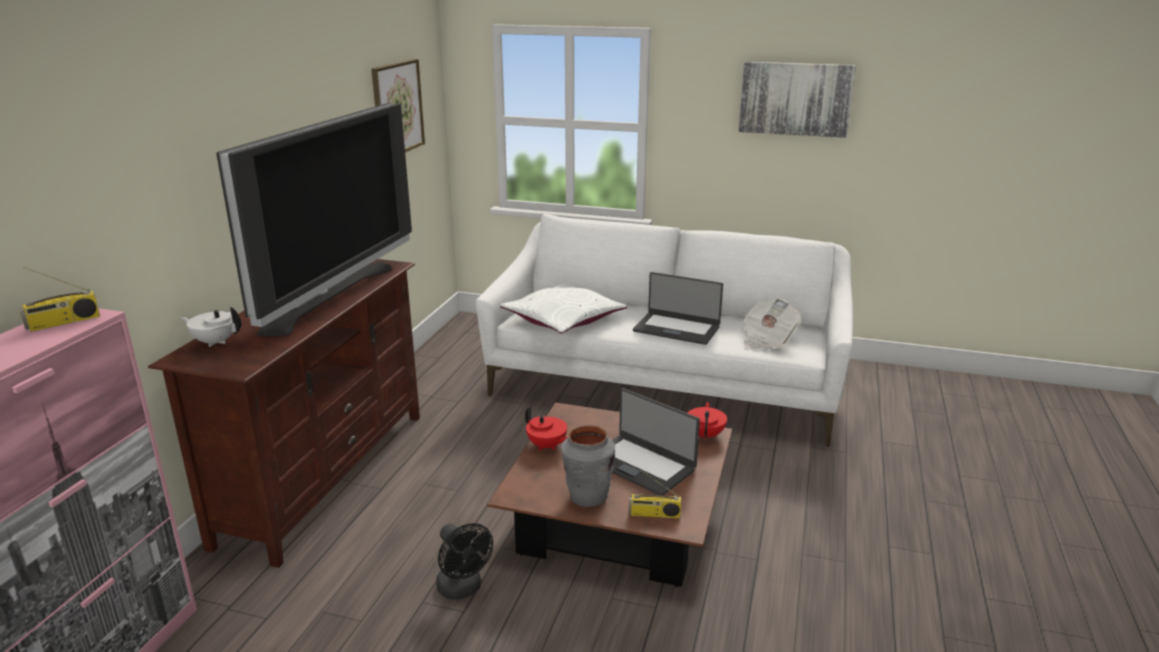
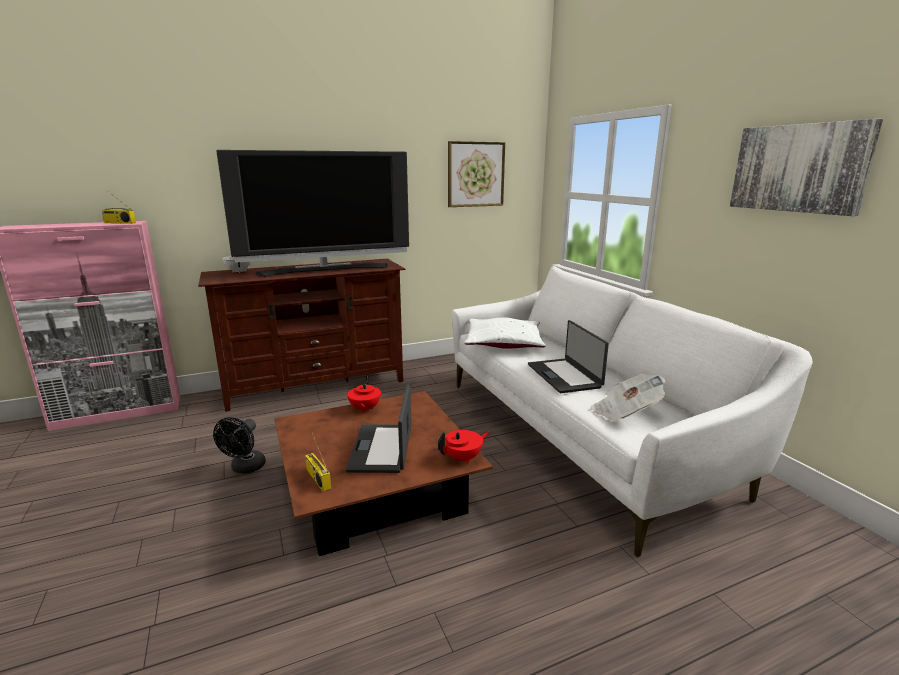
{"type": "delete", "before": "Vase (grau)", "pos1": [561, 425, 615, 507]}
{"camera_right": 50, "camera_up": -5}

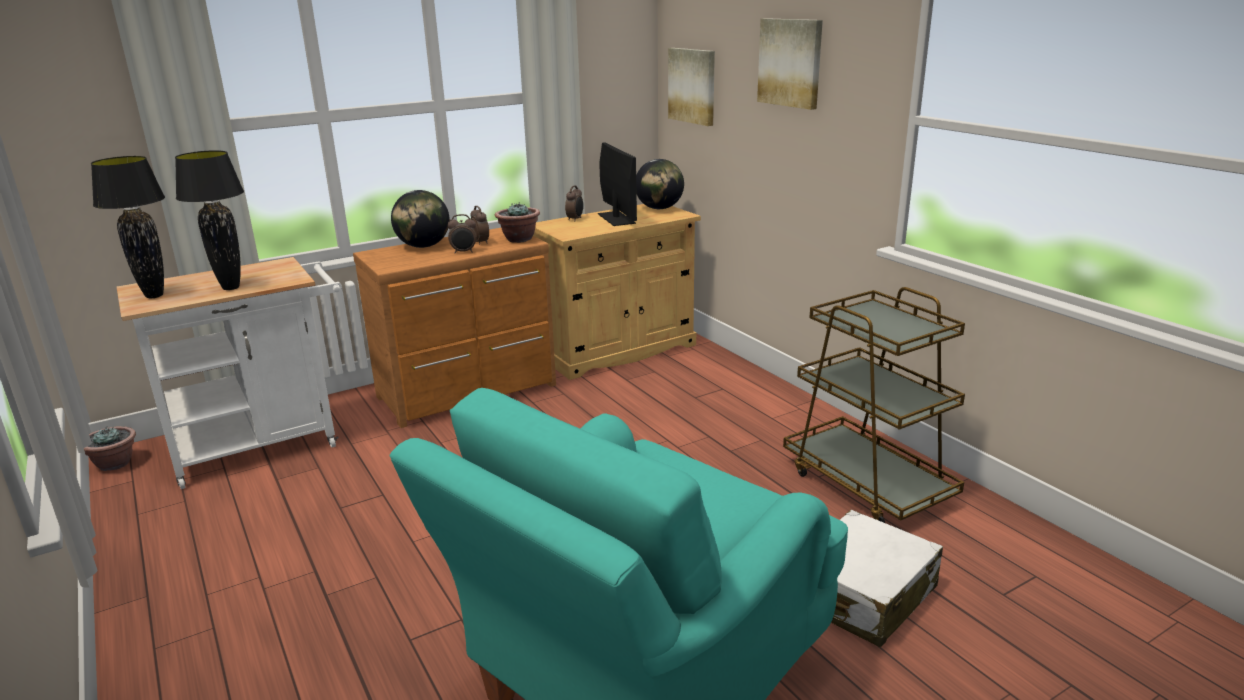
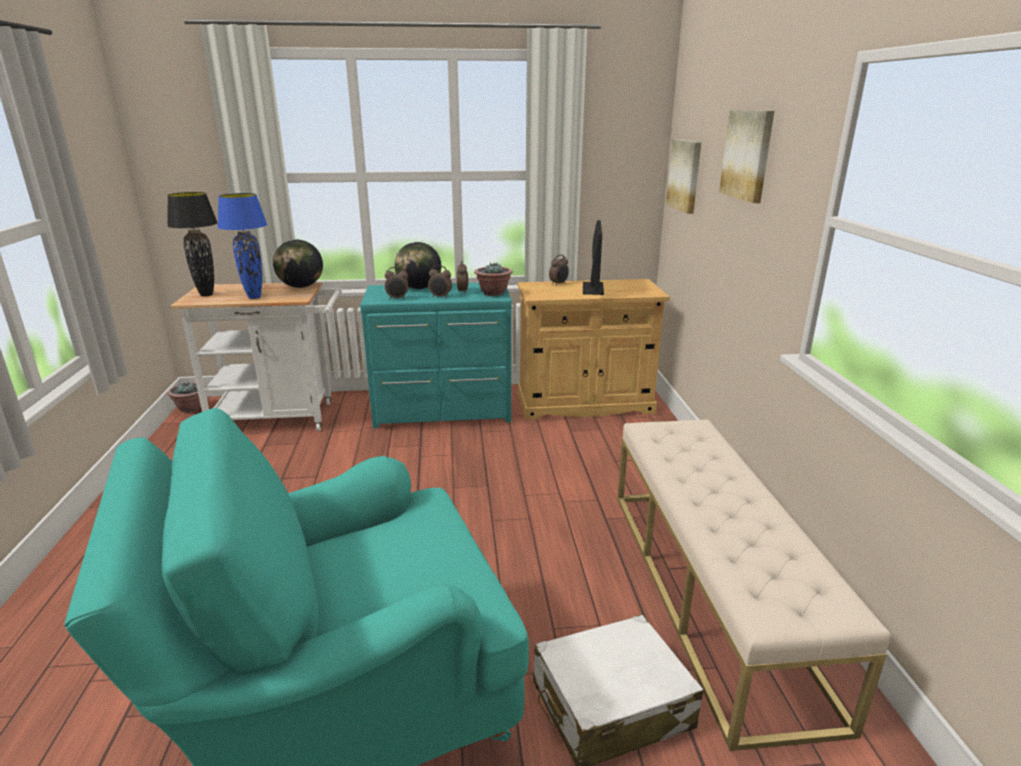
{"type": "insert", "after": "Wecker", "pos2": [385, 267, 408, 299]}
{"type": "move", "before": "Globus", "pos1": [636, 159, 684, 209], "pos2": [273, 240, 323, 288]}
{"type": "replace", "before": "Rollwagen (braun)", "after": "Bank (beige)", "pos1": [783, 287, 965, 523], "pos2": [617, 419, 891, 751]}
{"type": "recolor", "before": "Tischlampe (schwarz)", "after": "Tischlampe (blau)", "pos1": [175, 150, 244, 290], "pos2": [218, 193, 267, 299]}
{"type": "recolor", "before": "Kommode (braun)", "after": "Kommode (türkis)", "pos1": [353, 228, 556, 428], "pos2": [360, 283, 512, 428]}
{"camera_right": 25, "camera_up": 0}

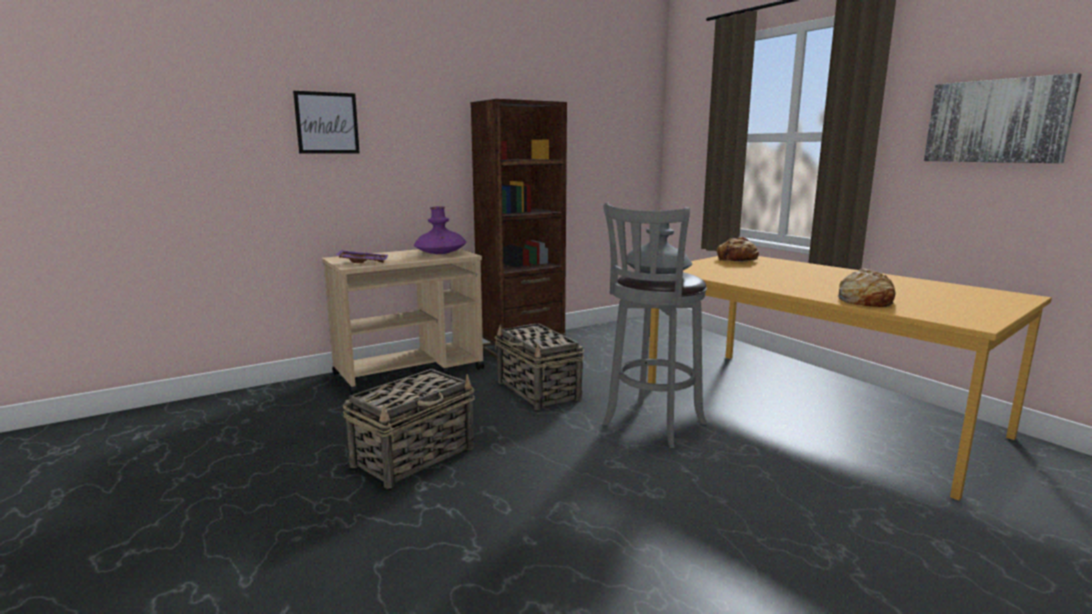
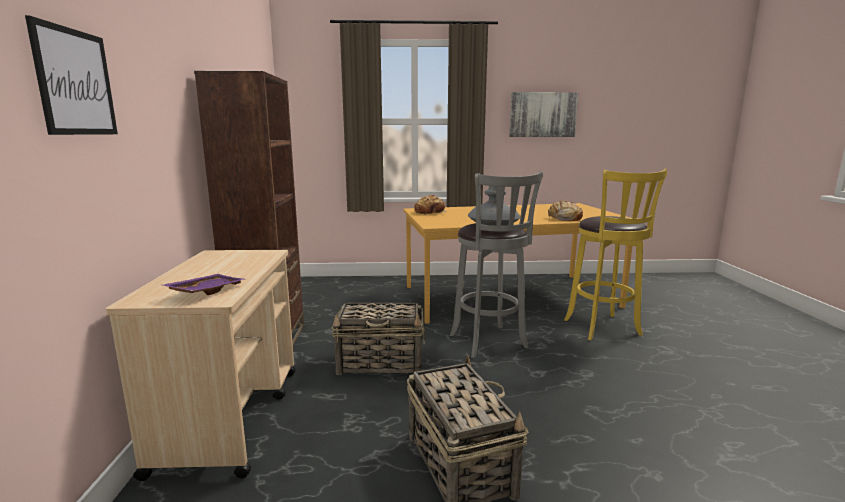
{"type": "delete", "before": "Vase (lila)", "pos1": [414, 206, 467, 254]}
{"type": "insert", "after": "Hocker (gelb)", "pos2": [564, 169, 668, 340]}
{"camera_right": -60, "camera_up": 0}

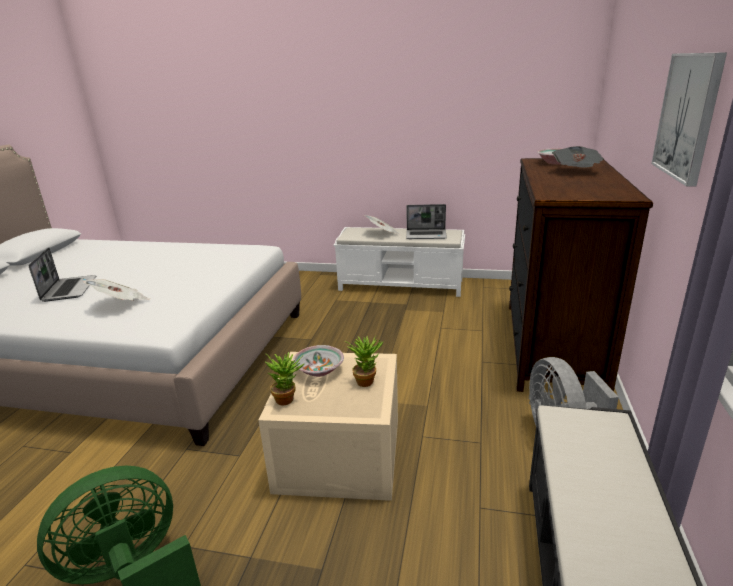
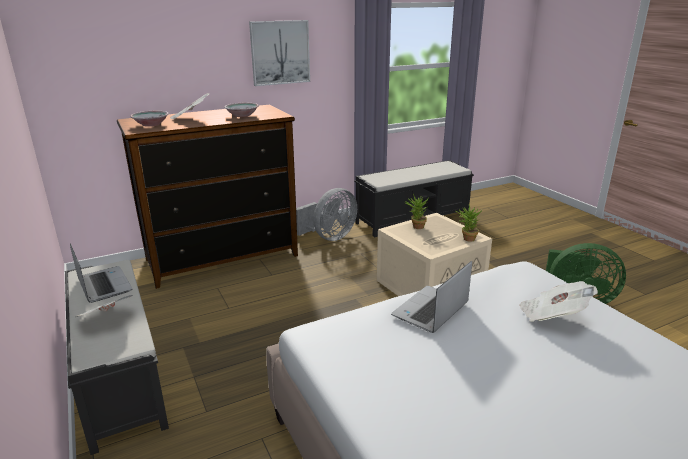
{"type": "move", "before": "Laptop", "pos1": [28, 247, 96, 302], "pos2": [391, 261, 472, 333]}
{"type": "move", "before": "Schüssel", "pos1": [293, 345, 344, 377], "pos2": [224, 102, 259, 117]}
{"type": "recolor", "before": "Bank (weiß)", "after": "Bank (schwarz)", "pos1": [334, 227, 465, 297], "pos2": [65, 260, 169, 455]}
{"camera_right": -130, "camera_up": 0}

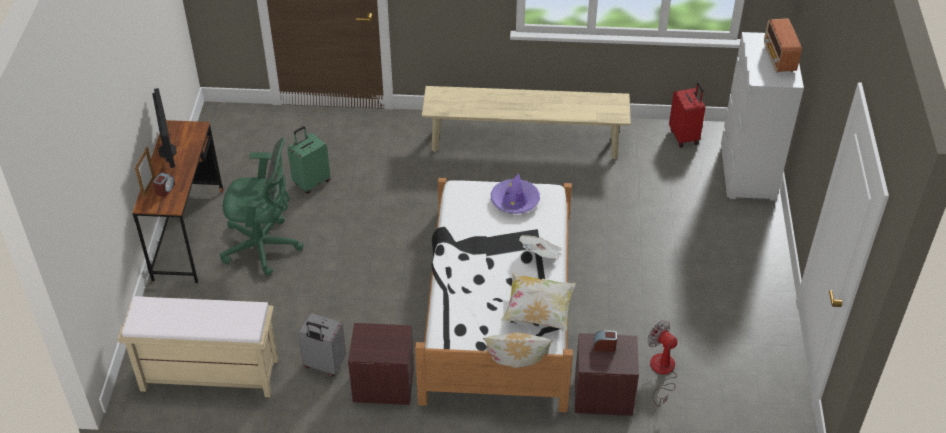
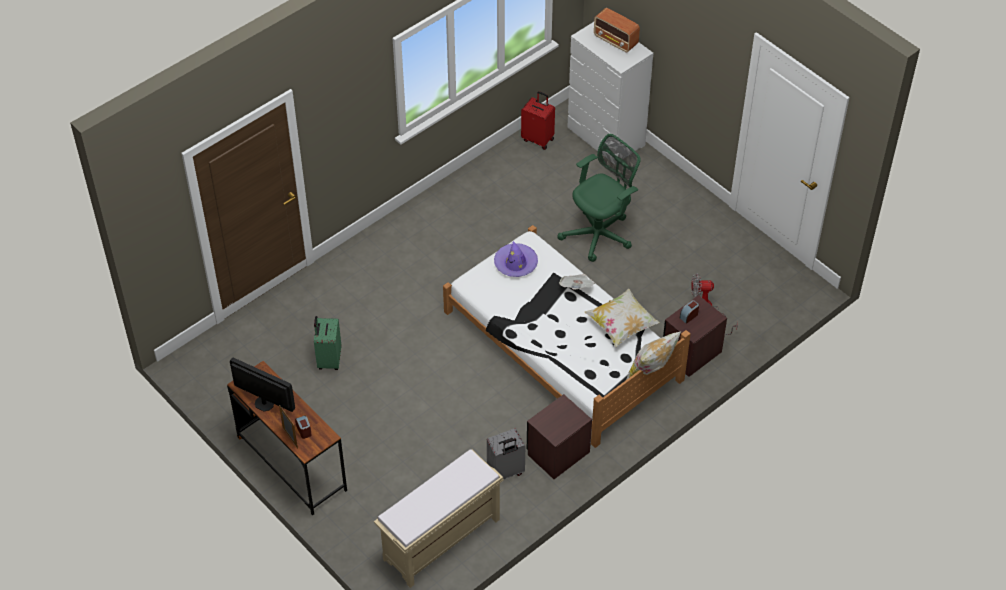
{"type": "delete", "before": "Bank (beige)", "pos1": [422, 86, 631, 159]}
{"type": "move", "before": "Bürostuhl (grün)", "pos1": [220, 138, 304, 276], "pos2": [557, 134, 641, 262]}
{"camera_right": -45, "camera_up": 5}

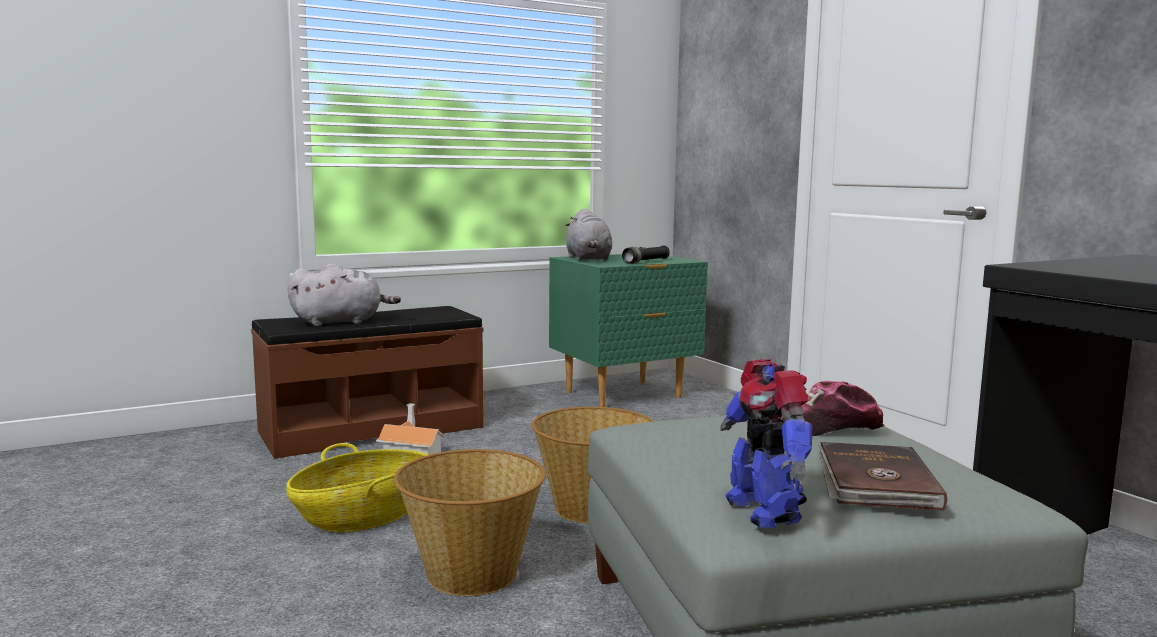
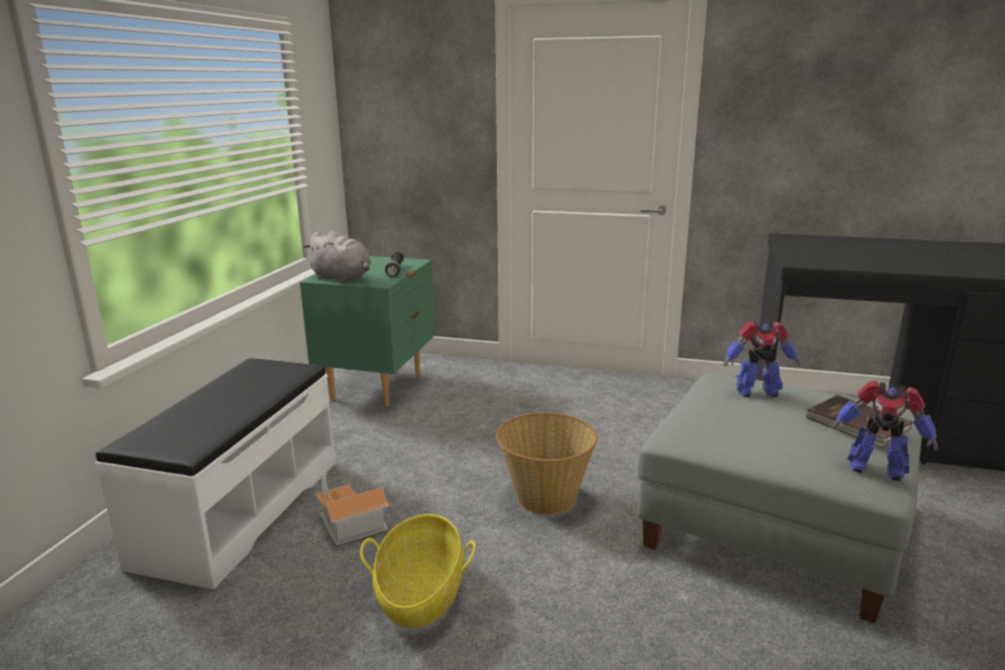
{"type": "delete", "before": "Plüschtier (grau)", "pos1": [288, 263, 401, 327]}
{"type": "delete", "before": "Korb", "pos1": [394, 449, 546, 596]}
{"type": "replace", "before": "Kappe", "after": "Spielzeugroboter", "pos1": [780, 381, 885, 436], "pos2": [723, 321, 800, 397]}
{"type": "recolor", "before": "Bank (braun)", "after": "Bank (weiß)", "pos1": [251, 306, 483, 459], "pos2": [95, 358, 335, 589]}
{"camera_right": -45, "camera_up": 10}

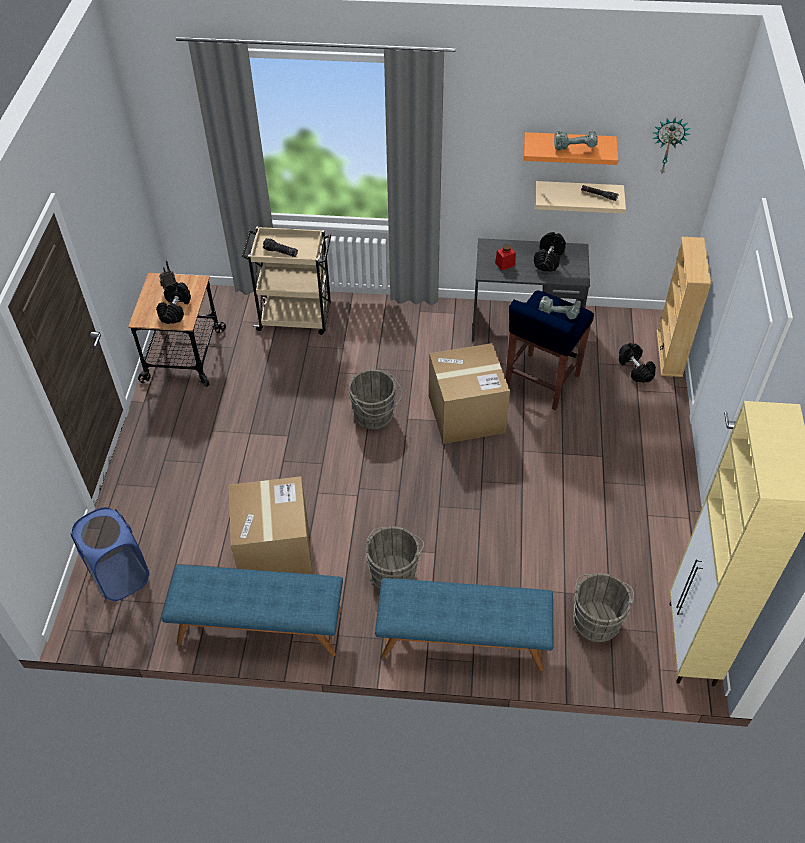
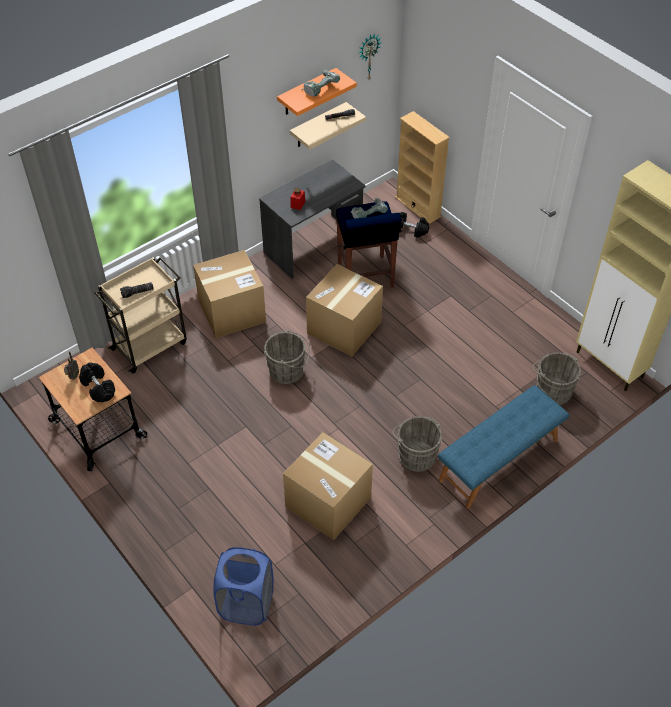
{"type": "delete", "before": "Bank (blau)", "pos1": [161, 565, 343, 657]}
{"type": "delete", "before": "Hantel (schwarz)", "pos1": [534, 232, 566, 272]}
{"type": "insert", "after": "Karton", "pos2": [193, 250, 266, 338]}
{"camera_right": -45, "camera_up": 0}

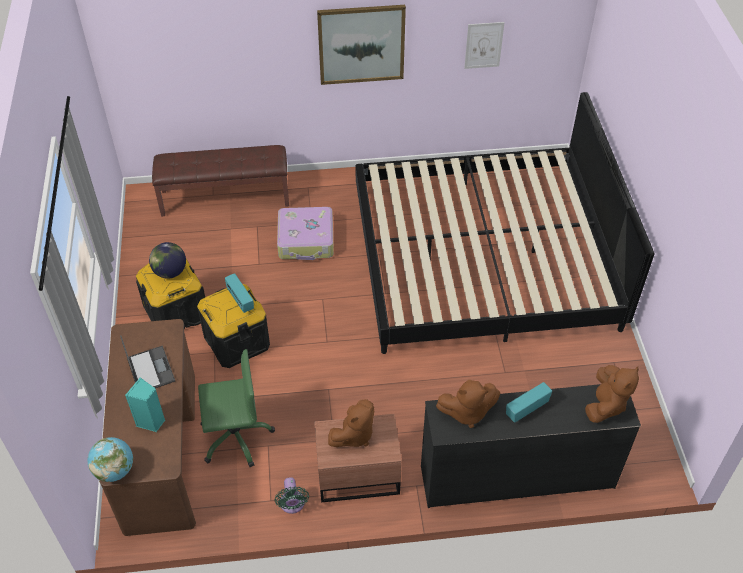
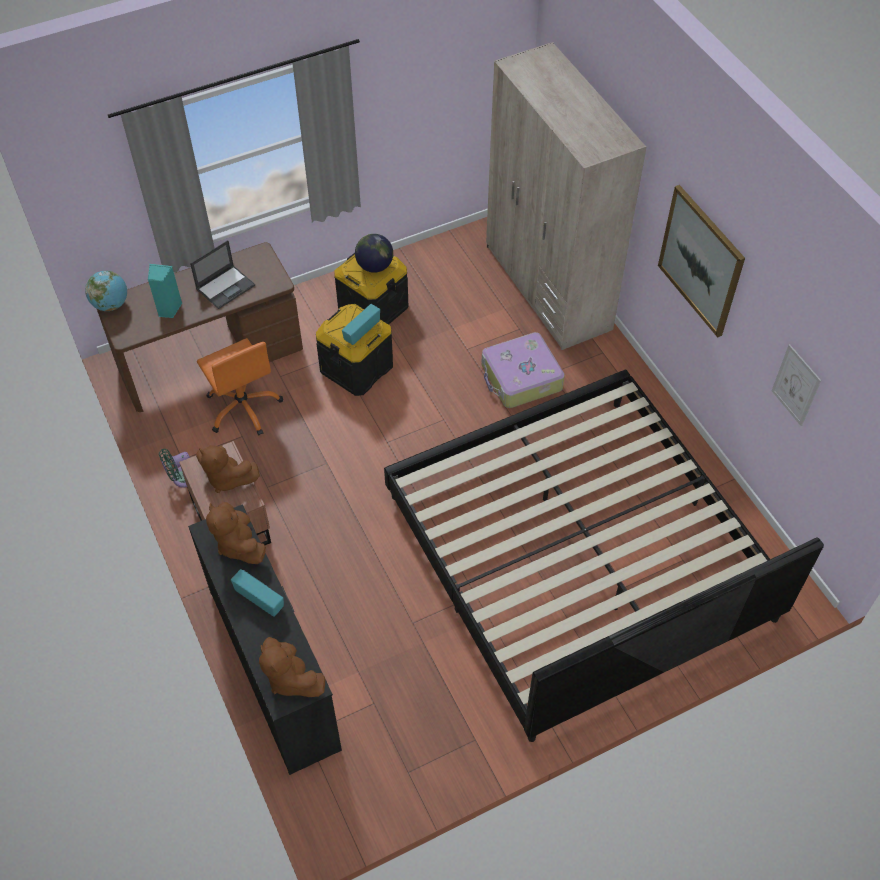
{"type": "replace", "before": "Bank (braun)", "after": "Kleiderschrank (beige)", "pos1": [152, 145, 289, 216], "pos2": [486, 42, 647, 350]}
{"type": "recolor", "before": "Bürostuhl (grün)", "after": "Bürostuhl (orange)", "pos1": [198, 349, 275, 467], "pos2": [197, 338, 283, 435]}
{"type": "rotate", "before": "Plüschtier (braun)", "pos1": [585, 365, 639, 423], "pos2": [259, 637, 325, 697], "turn": 45}
{"camera_right": 70, "camera_up": 5}

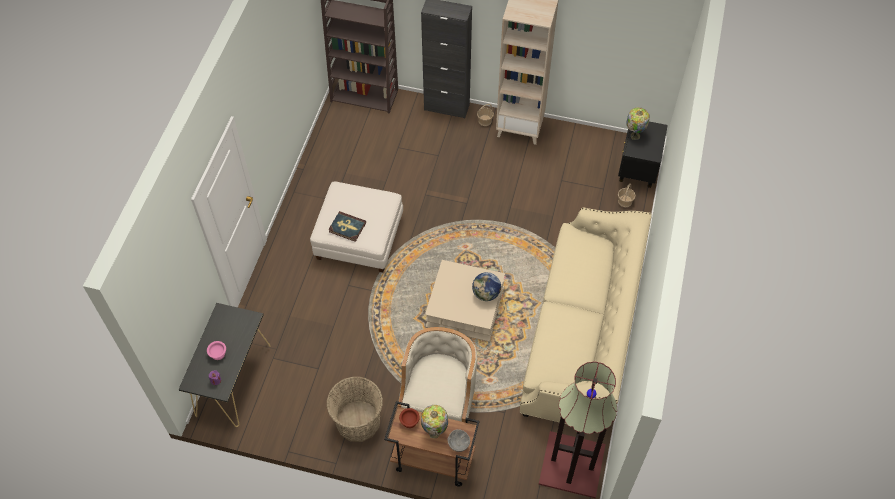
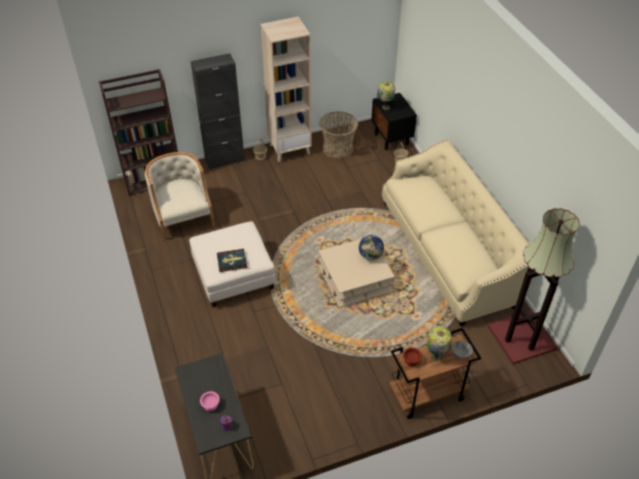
{"type": "move", "before": "Korb", "pos1": [326, 377, 383, 442], "pos2": [319, 111, 358, 159]}
{"type": "move", "before": "Sessel (beige)", "pos1": [398, 327, 477, 422], "pos2": [145, 152, 215, 241]}
{"camera_right": -35, "camera_up": -10}

